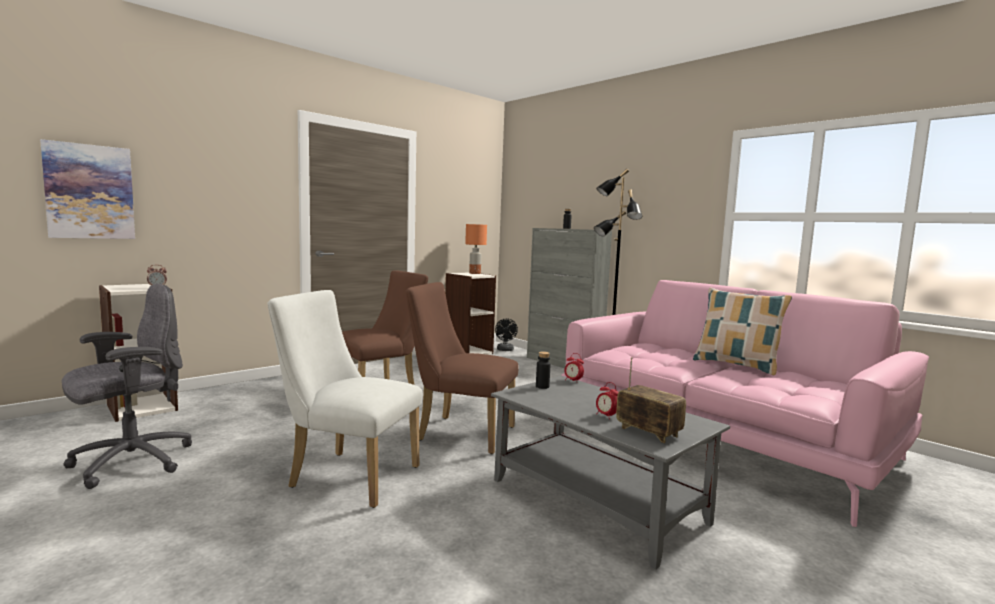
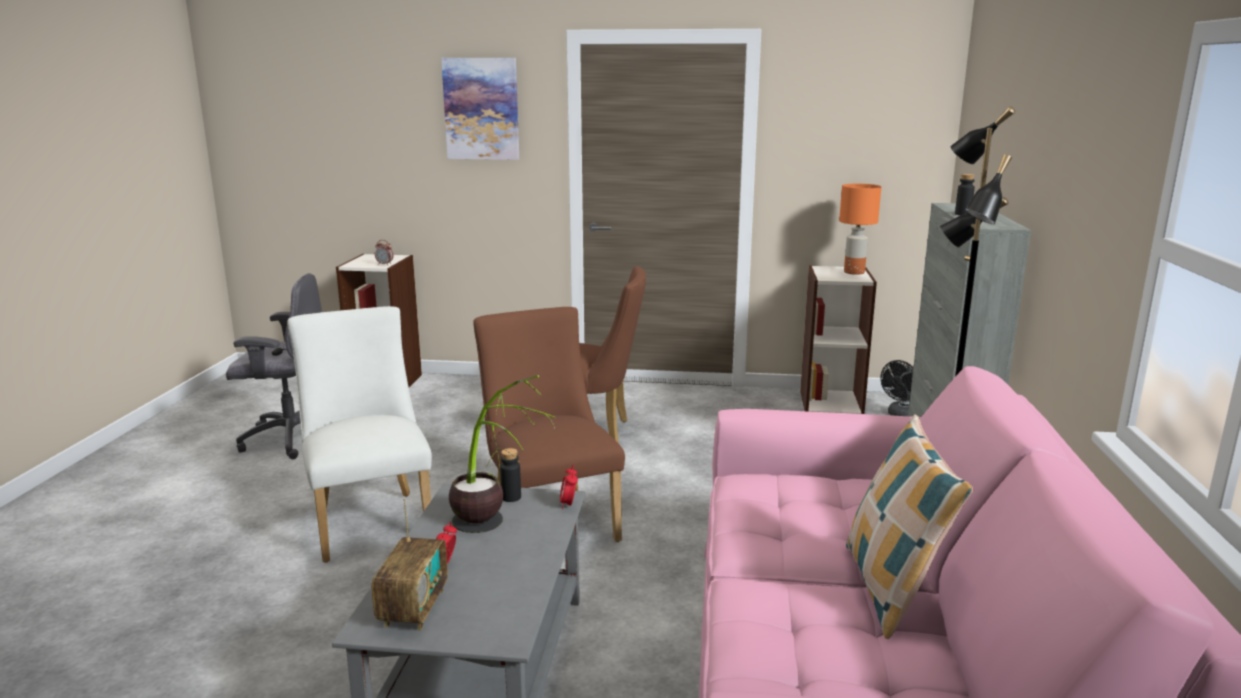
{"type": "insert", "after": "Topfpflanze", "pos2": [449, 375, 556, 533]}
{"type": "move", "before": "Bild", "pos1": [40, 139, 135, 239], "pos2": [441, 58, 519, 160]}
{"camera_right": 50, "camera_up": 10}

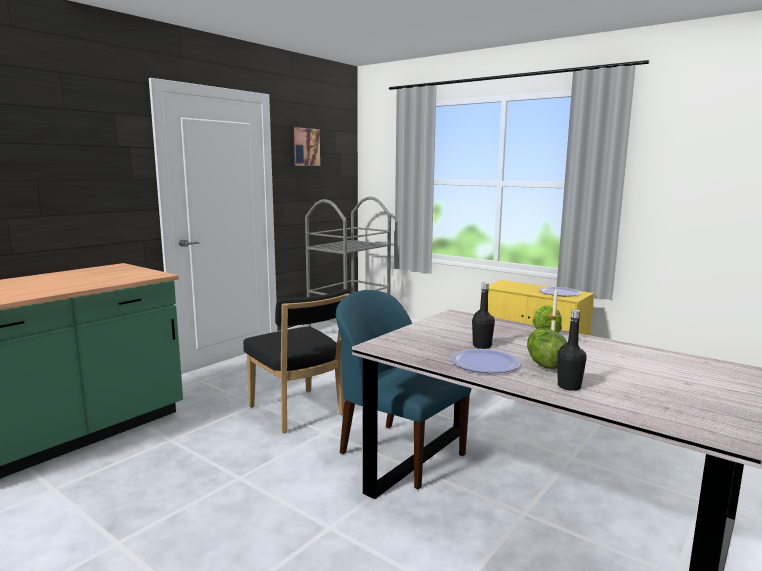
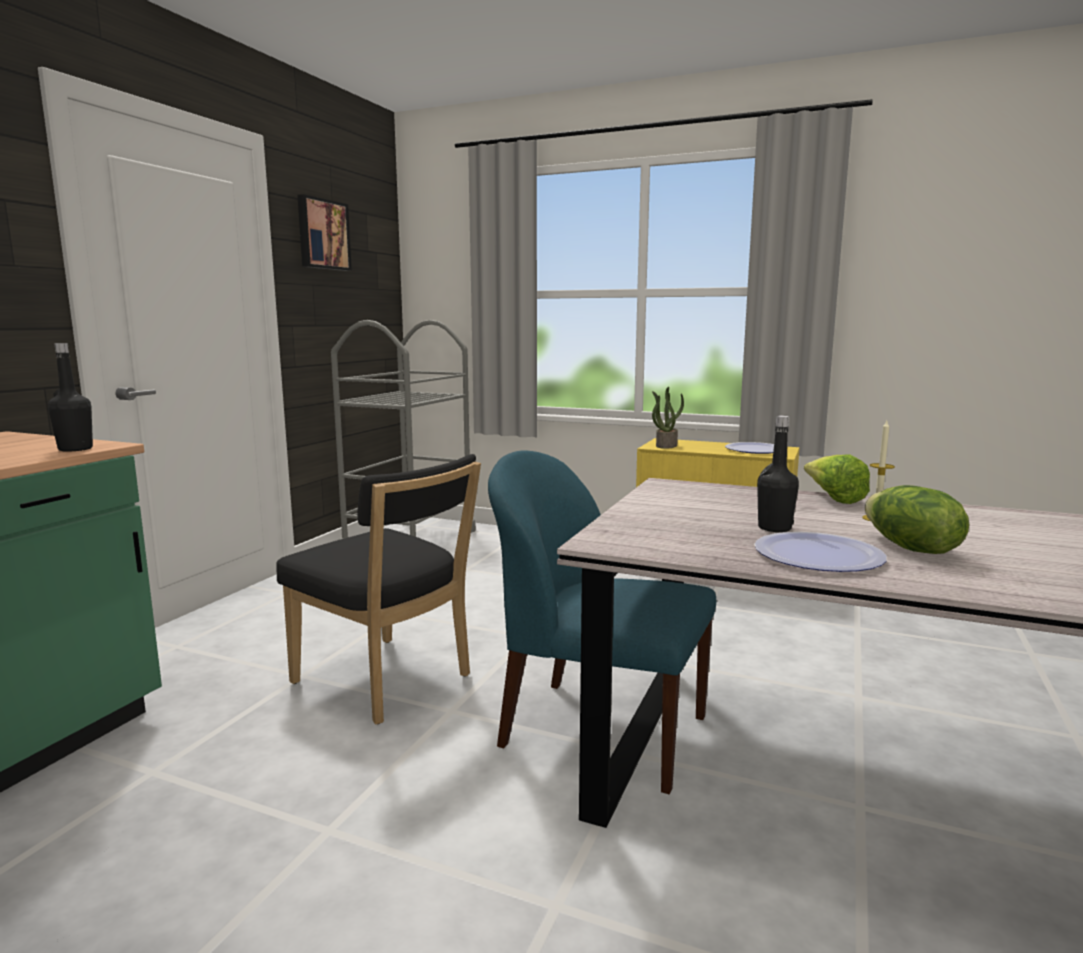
{"type": "insert", "after": "Topfpflanze", "pos2": [652, 387, 684, 449]}
{"type": "move", "before": "Flasche (schwarz)", "pos1": [557, 309, 587, 391], "pos2": [48, 343, 93, 452]}
{"camera_right": -15, "camera_up": 0}

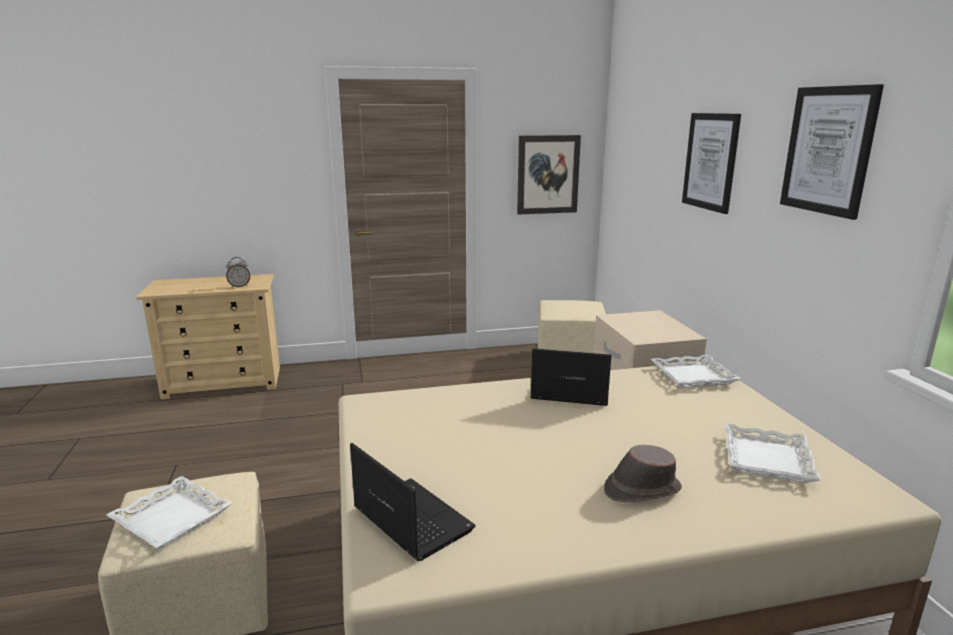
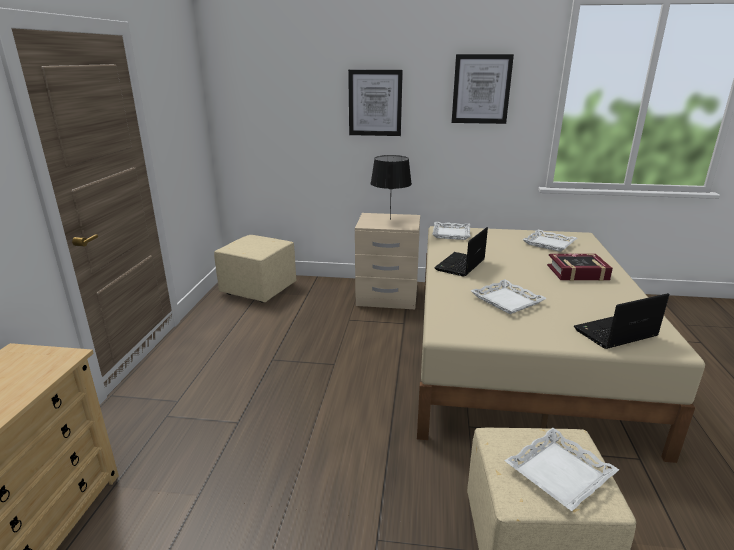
{"type": "delete", "before": "Wecker", "pos1": [226, 257, 250, 288]}
{"type": "delete", "before": "Bild", "pos1": [517, 135, 581, 215]}
{"type": "insert", "after": "Tischlampe (schwarz)", "pos2": [370, 155, 412, 220]}
{"type": "insert", "after": "Tablett (weiß)", "pos2": [471, 279, 547, 314]}
{"type": "replace", "before": "Hut (braun)", "after": "Buch", "pos1": [604, 445, 682, 503], "pos2": [547, 253, 613, 281]}
{"camera_right": -70, "camera_up": 5}

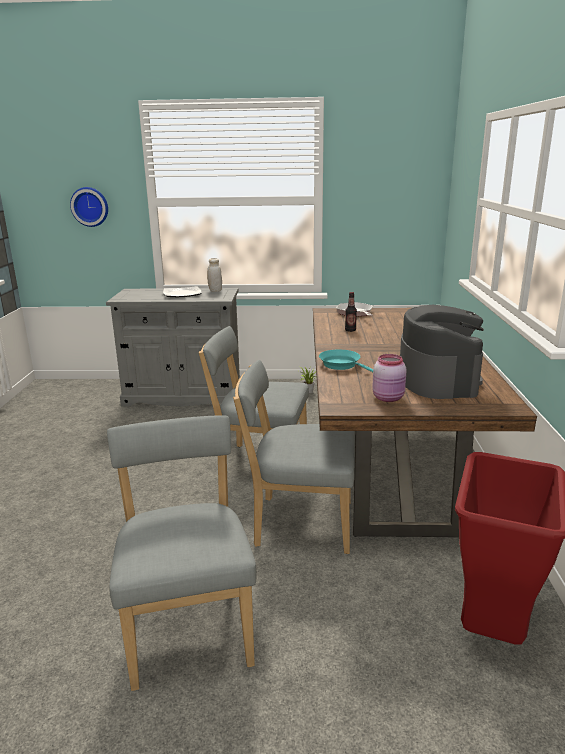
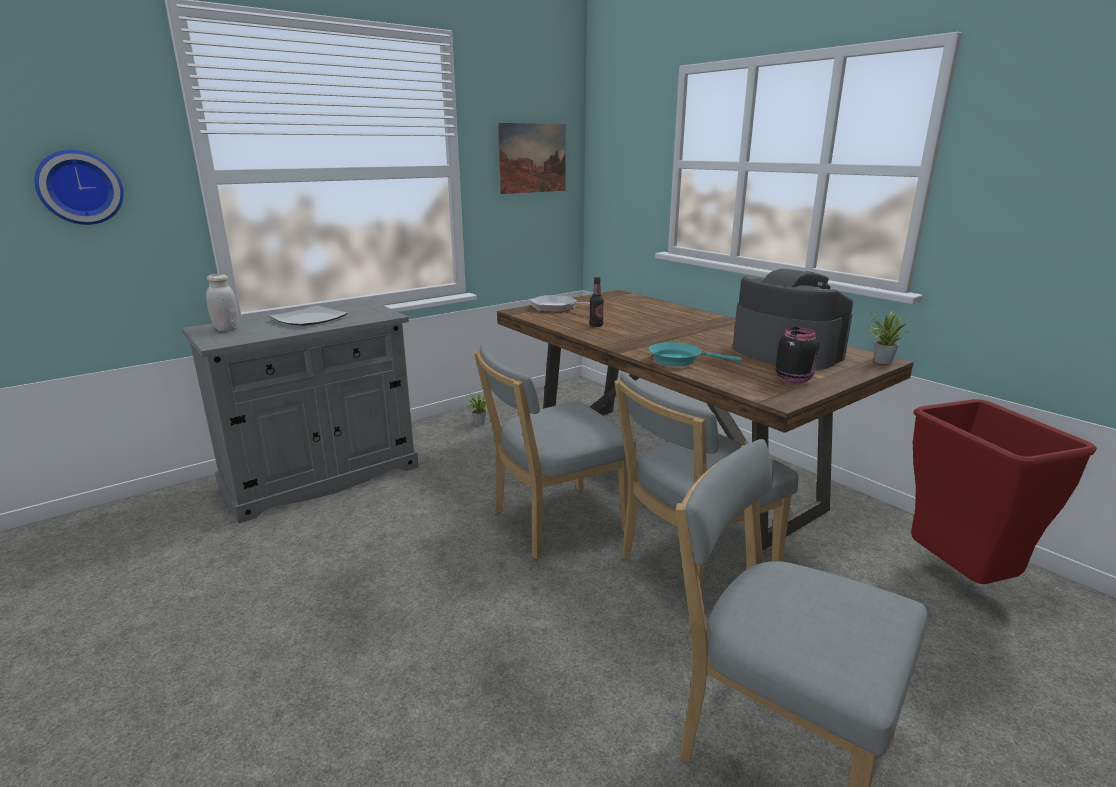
{"type": "insert", "after": "Bild", "pos2": [498, 123, 566, 194]}
{"type": "insert", "after": "Topfpflanze", "pos2": [869, 311, 909, 364]}
{"type": "move", "before": "Vorratsglas (weiß)", "pos1": [207, 258, 222, 292], "pos2": [206, 274, 239, 331]}
{"type": "recolor", "before": "Vorratsglas (rosa)", "after": "Vorratsglas (schwarz)", "pos1": [372, 354, 407, 402], "pos2": [776, 327, 819, 383]}
{"camera_right": -40, "camera_up": 0}

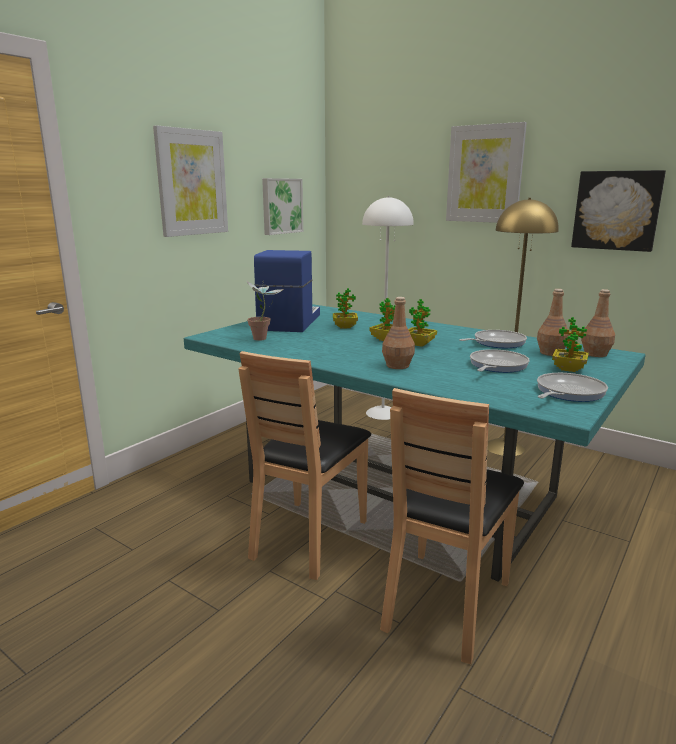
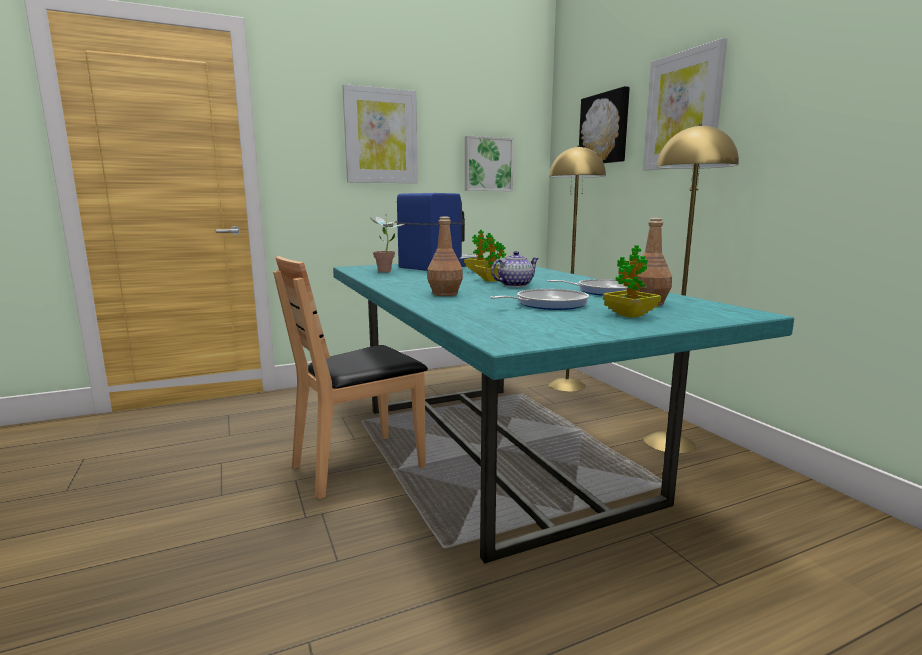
{"type": "delete", "before": "Stuhl (braun)", "pos1": [380, 388, 524, 664]}
{"type": "delete", "before": "Pfanne", "pos1": [537, 373, 608, 402]}
{"type": "delete", "before": "Flasche (braun)", "pos1": [581, 289, 615, 357]}
{"type": "move", "before": "Bild", "pos1": [571, 170, 666, 252], "pos2": [579, 86, 630, 163]}
{"type": "replace", "before": "Topfpflanze", "after": "Teekanne", "pos1": [408, 299, 437, 347], "pos2": [491, 251, 539, 287]}
{"type": "recolor", "before": "Stehlampe (weiß)", "after": "Stehlampe (gelb)", "pos1": [362, 196, 414, 420], "pos2": [548, 145, 606, 392]}
{"camera_right": 30, "camera_up": -5}

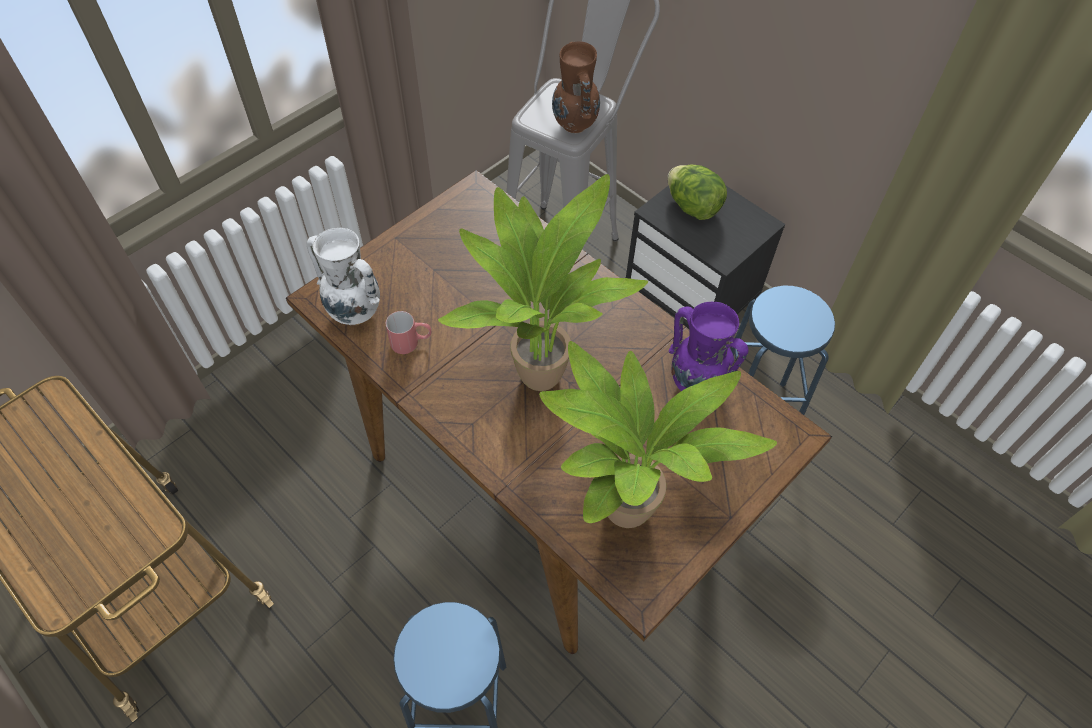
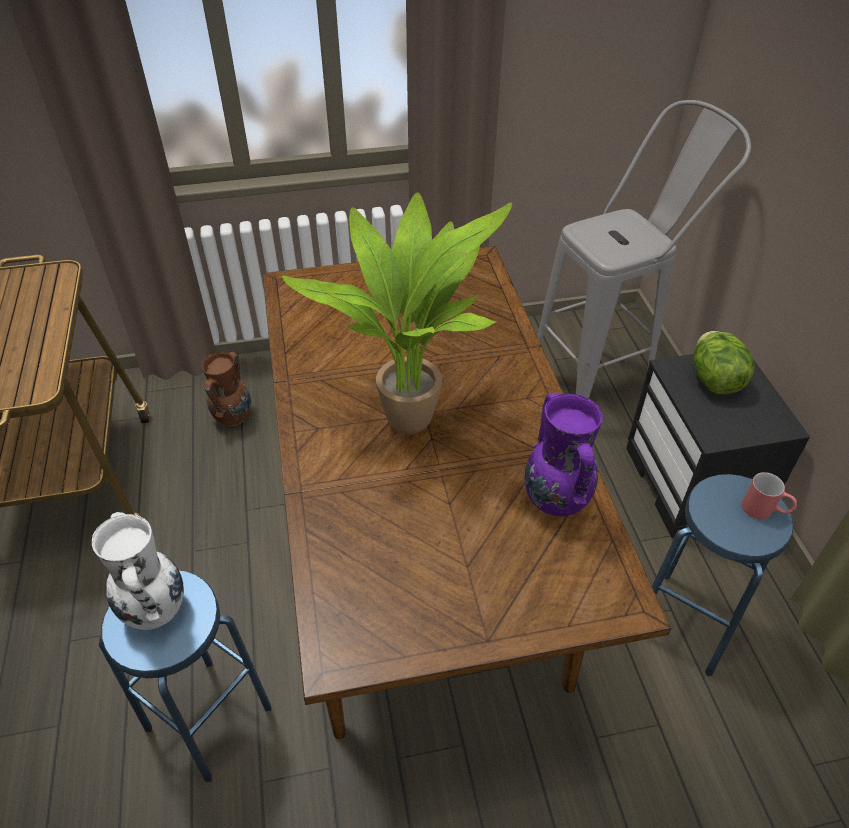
{"type": "delete", "before": "Topfpflanze", "pos1": [539, 341, 777, 528]}
{"type": "move", "before": "Vase (weiß)", "pos1": [306, 228, 380, 325], "pos2": [92, 512, 184, 630]}
{"type": "move", "before": "Henkelbecher (rot)", "pos1": [386, 311, 431, 354], "pos2": [742, 472, 797, 520]}
{"type": "move", "before": "Vase (braun)", "pos1": [552, 41, 600, 133], "pos2": [202, 352, 251, 426]}
{"camera_right": 35, "camera_up": -10}

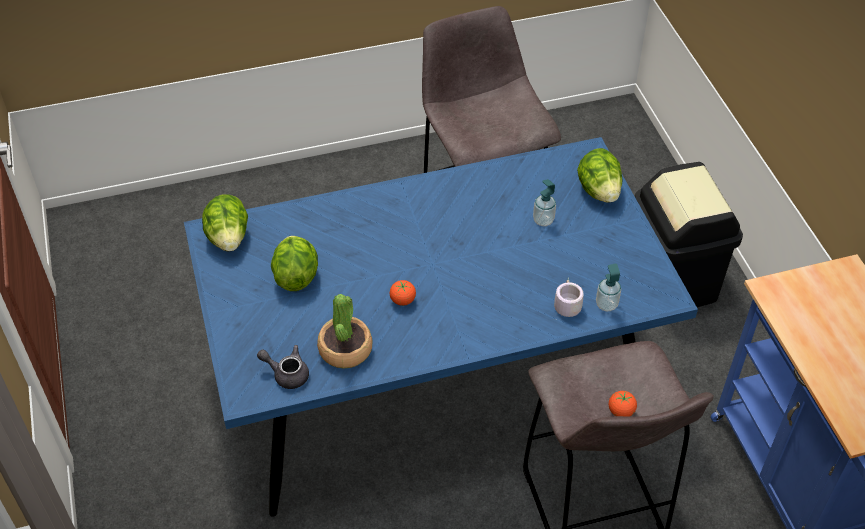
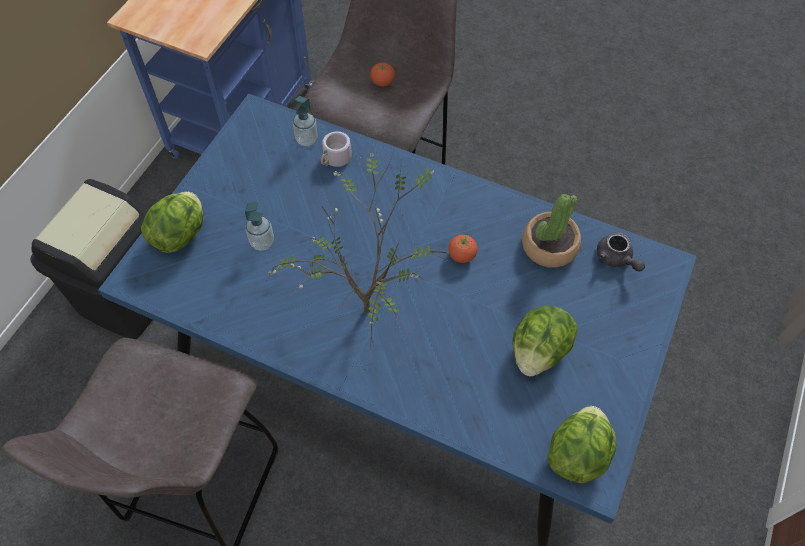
{"type": "insert", "after": "Topfpflanze", "pos2": [268, 151, 451, 351]}
{"camera_right": -140, "camera_up": 10}

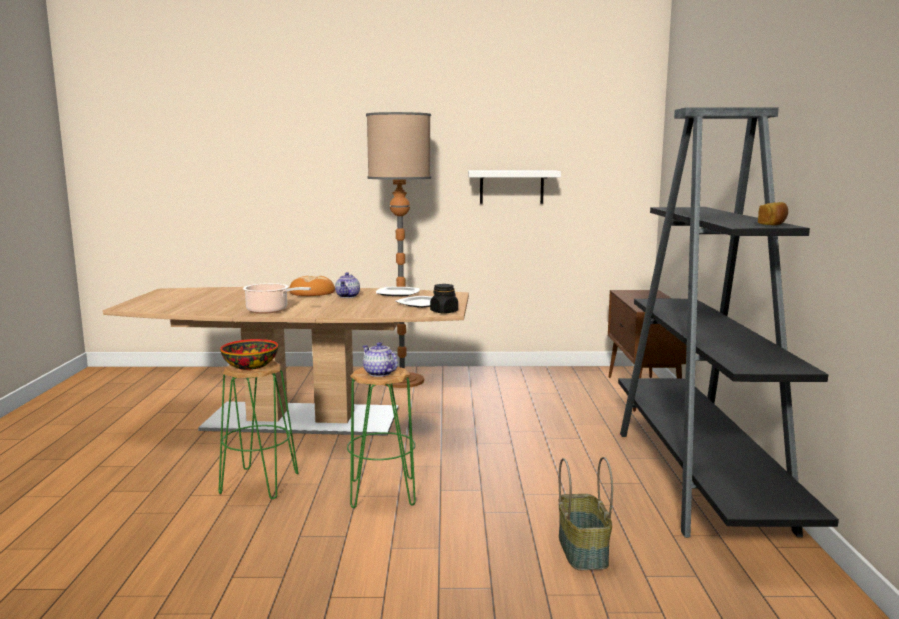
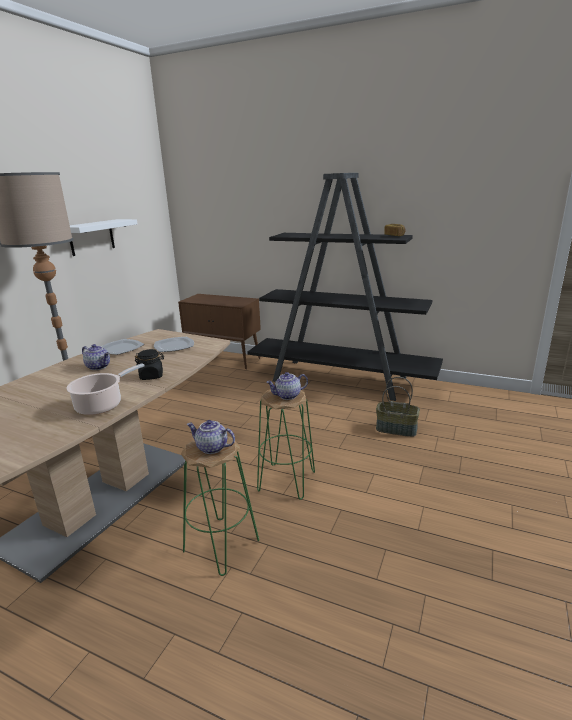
{"type": "delete", "before": "Brot", "pos1": [289, 276, 335, 296]}
{"type": "move", "before": "Vorratsglas (schwarz)", "pos1": [430, 284, 458, 314], "pos2": [135, 349, 164, 380]}
{"type": "replace", "before": "Schüssel", "after": "Teekanne", "pos1": [220, 339, 278, 370], "pos2": [187, 420, 235, 454]}
{"camera_right": -65, "camera_up": 10}

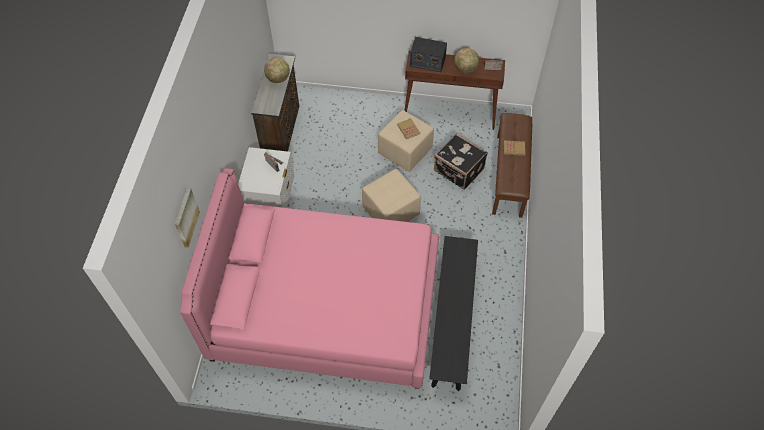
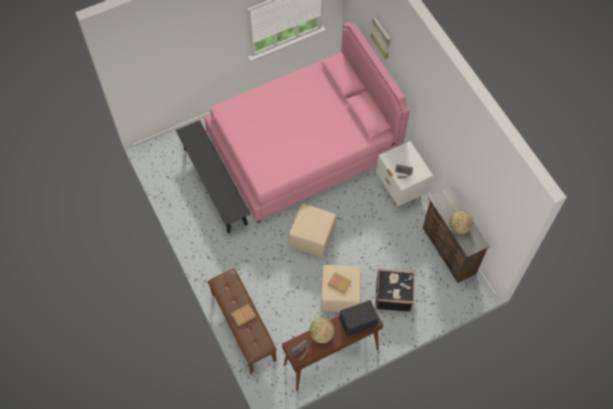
{"type": "move", "before": "Koffer (schwarz)", "pos1": [434, 133, 488, 190], "pos2": [375, 269, 415, 312]}
{"camera_right": 145, "camera_up": 5}

